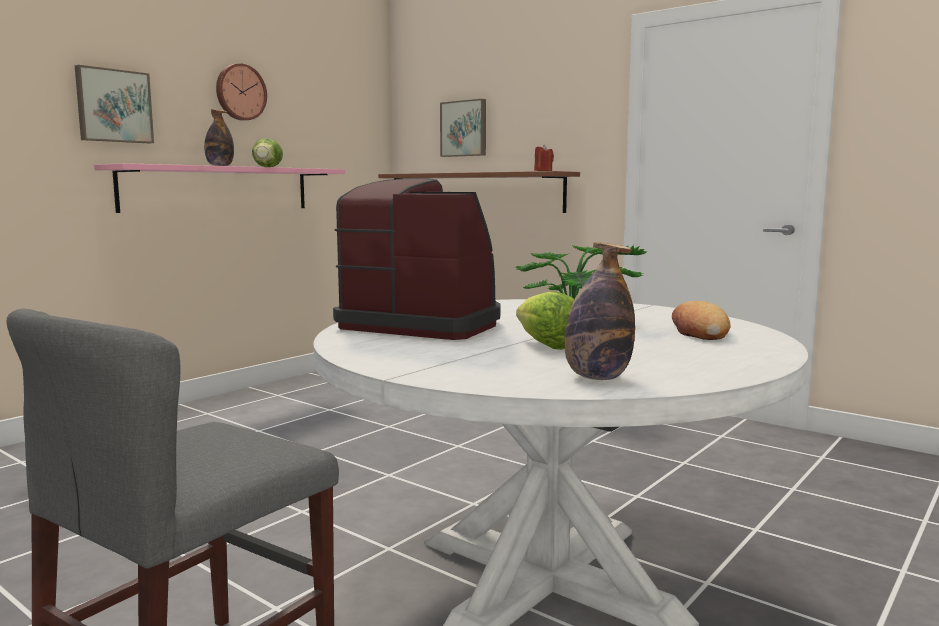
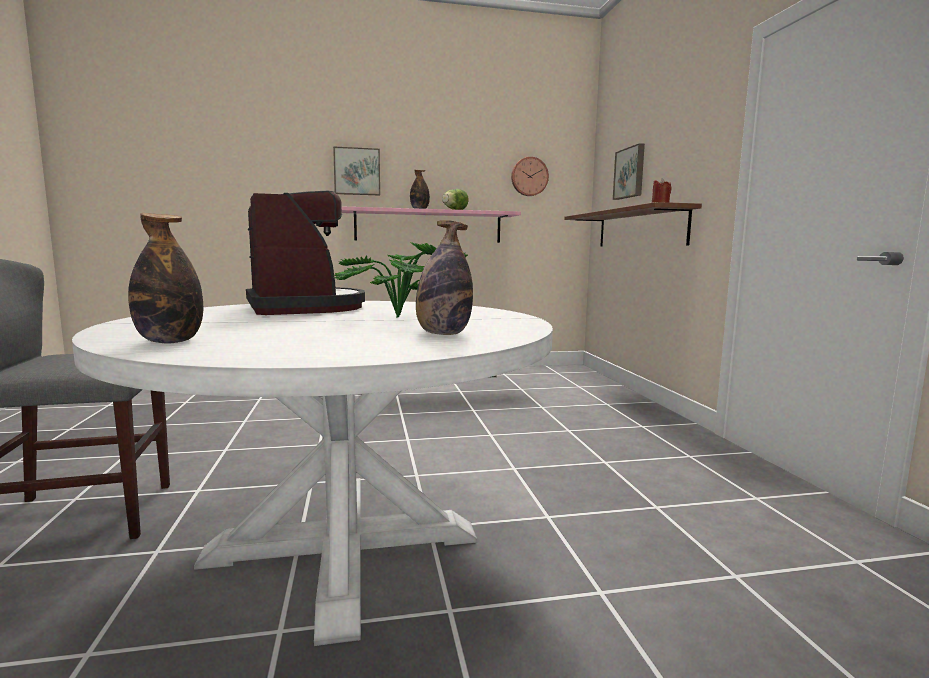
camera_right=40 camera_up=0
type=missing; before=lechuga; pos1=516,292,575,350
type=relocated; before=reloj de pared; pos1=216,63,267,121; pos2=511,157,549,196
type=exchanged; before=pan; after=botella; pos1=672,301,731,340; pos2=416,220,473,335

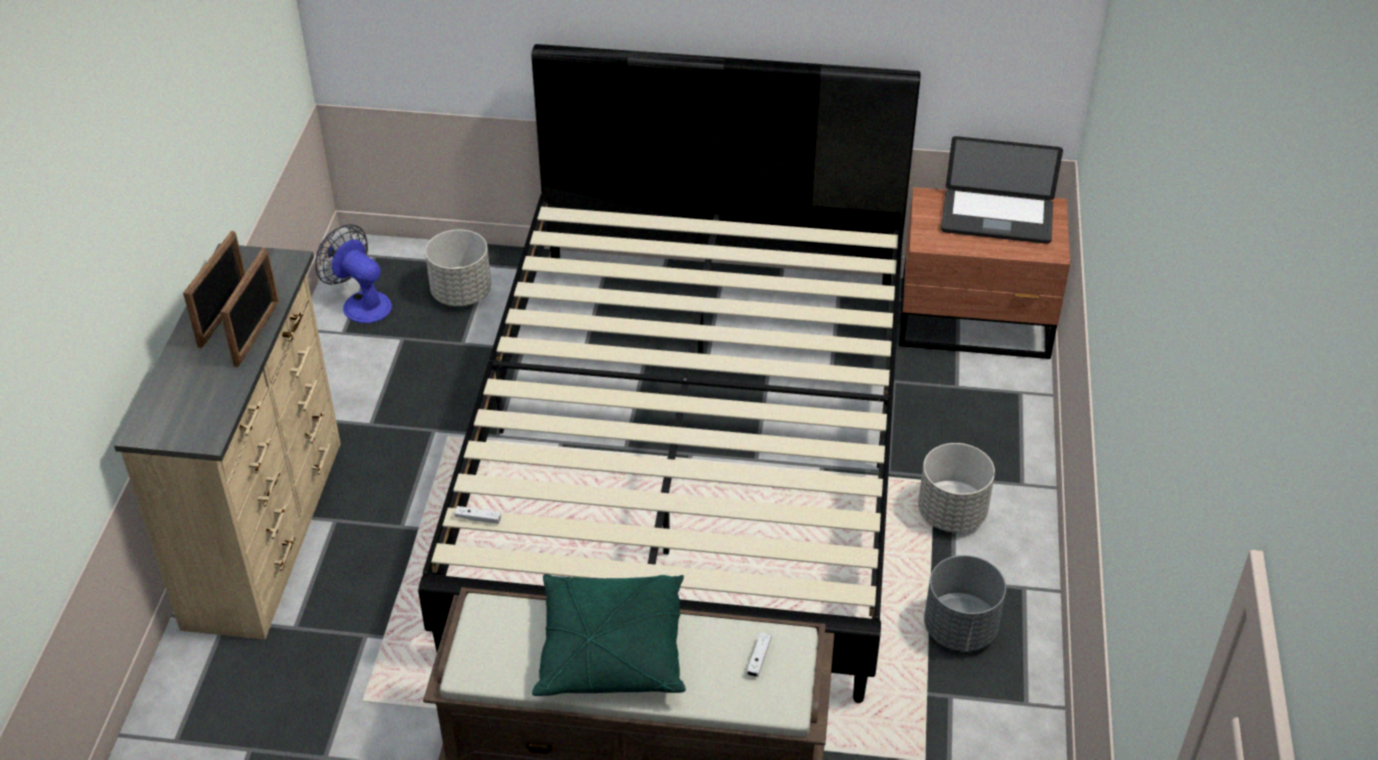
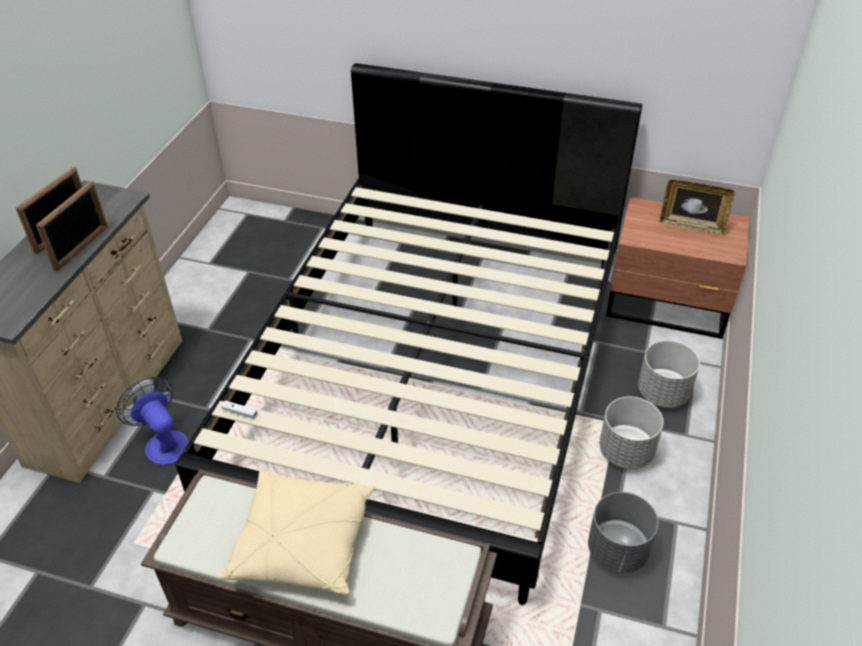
camera_right=10 camera_up=0
type=missing; before=mando de consola/blanco; pos1=746,632,772,677
type=relocated; before=ventilador; pos1=315,224,392,323; pos2=116,377,188,465
type=relocated; before=maceta/gris; pos1=425,229,491,306; pos2=638,340,700,408
type=exchanged; before=portátil; after=portarretratos; pos1=941,136,1063,244; pos2=660,180,735,236
type=colour; before=cojín/verde; after=cojín/beis; pos1=532,574,686,696; pos2=218,469,375,595

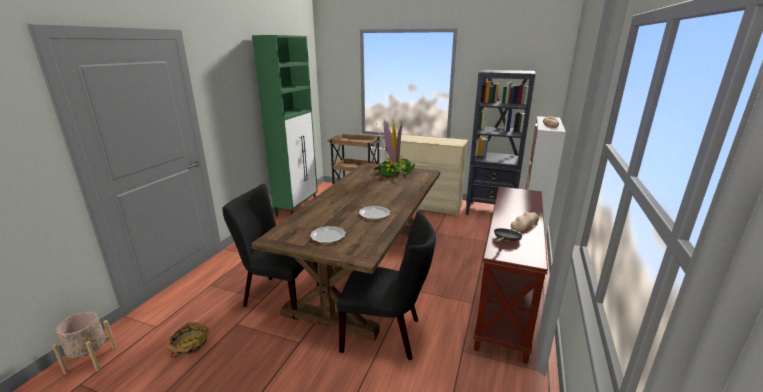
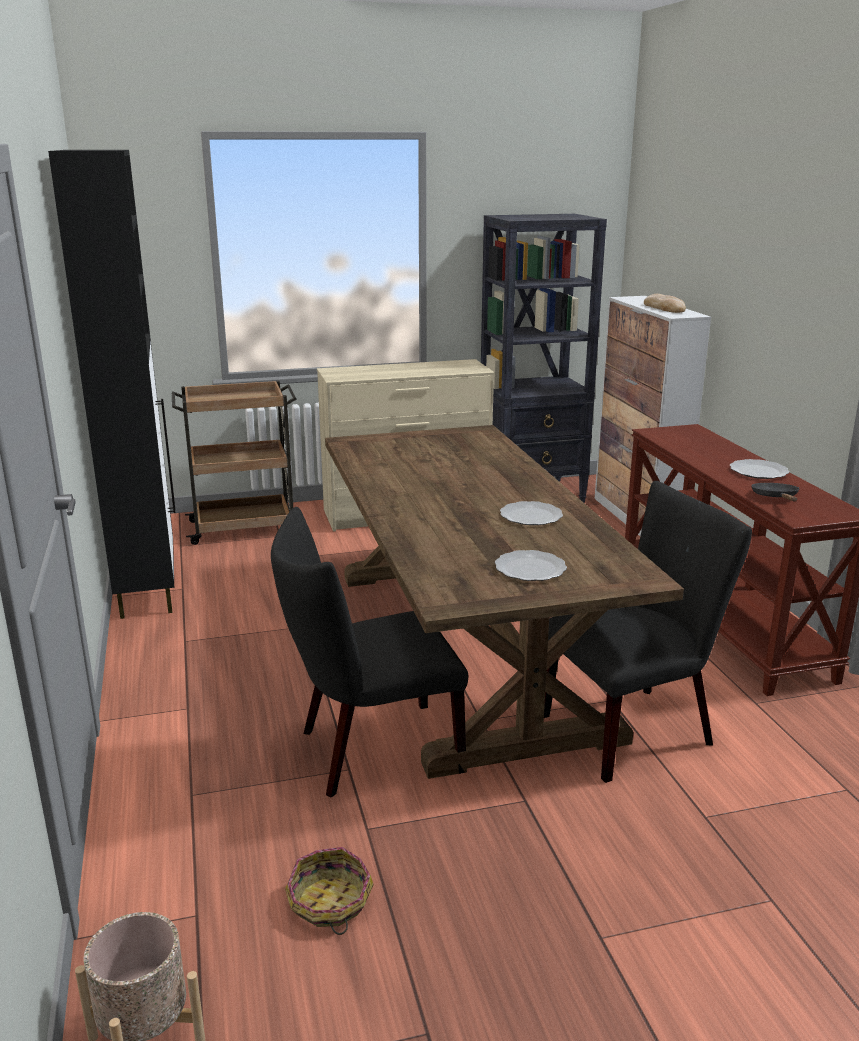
camera_right=-35 camera_up=0
type=missing; before=planta en maceta; pos1=374,118,415,177
type=exchanged; before=pan; after=plato; pos1=511,212,539,231; pos2=730,459,789,479
type=colour; before=armario/verde; after=armario/negro; pos1=252,35,318,217; pos2=48,150,176,619

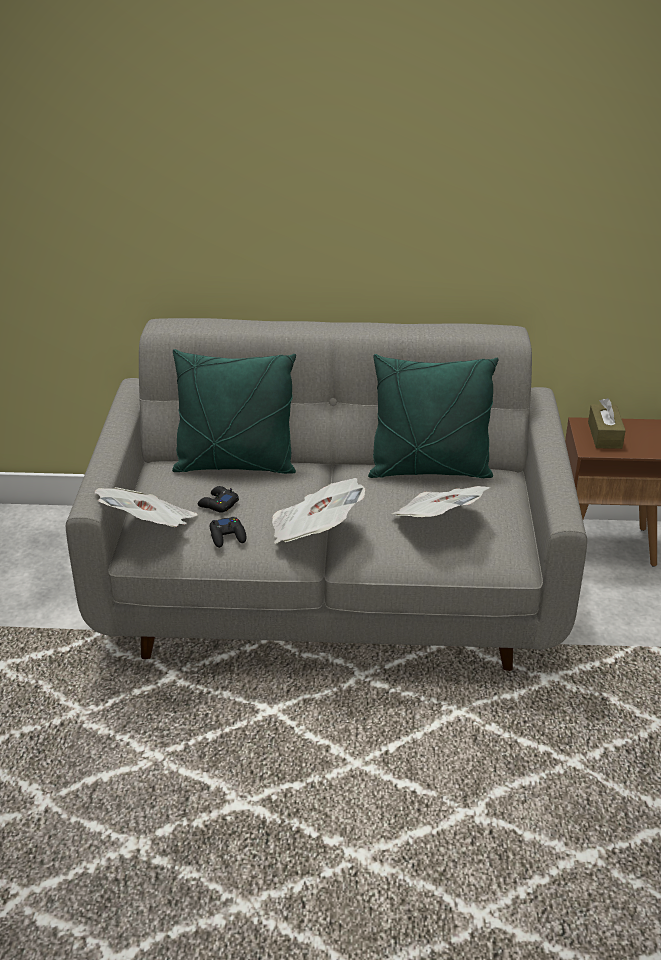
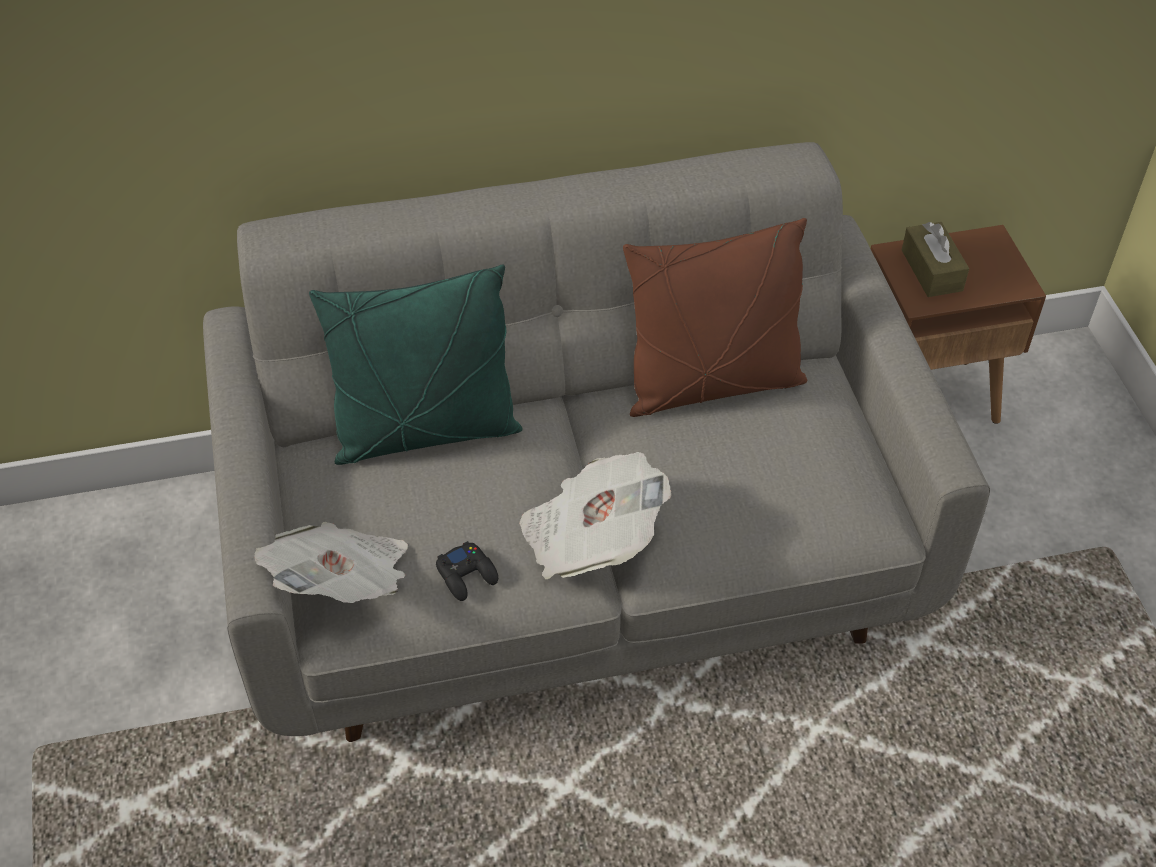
camera_right=-15 camera_up=15
type=missing; before=mando de consola/negro; pos1=198,486,239,513
type=missing; before=periódico; pos1=392,486,490,517
type=colour; before=cojín/verde; after=cojín/marrón; pos1=368,354,498,478; pos2=623,218,807,417

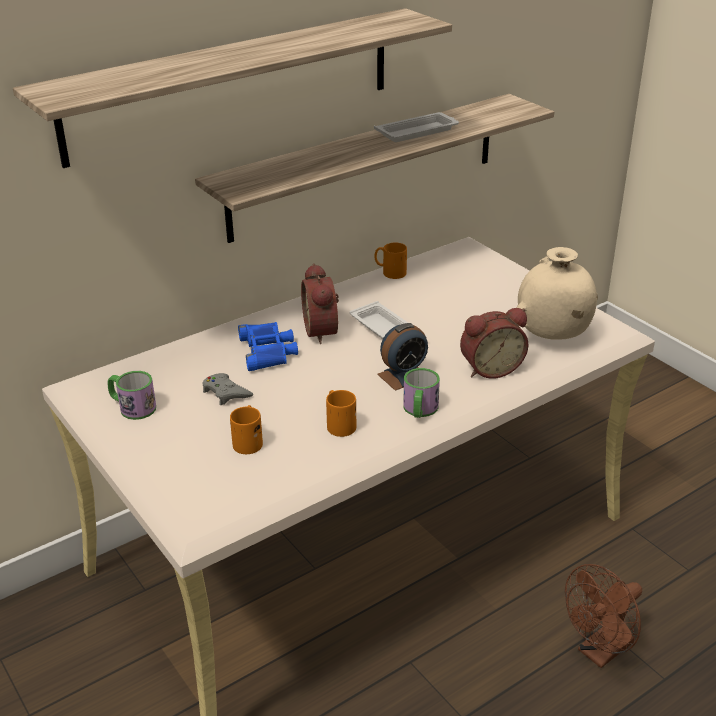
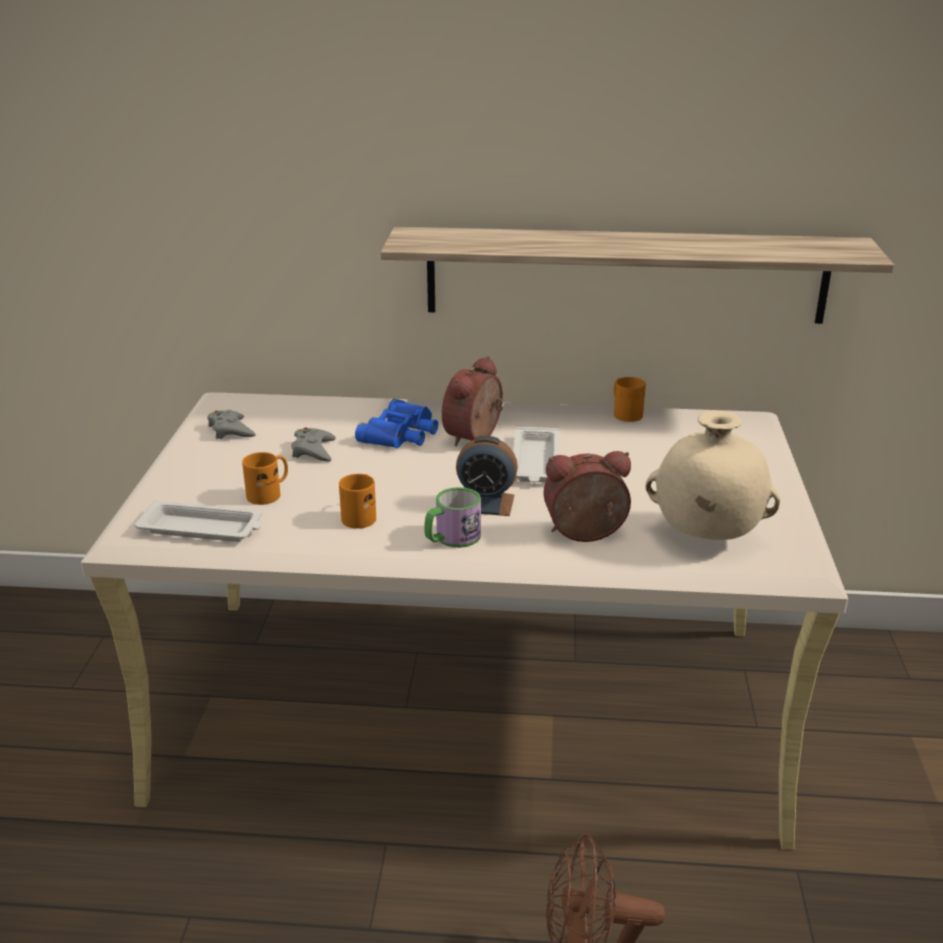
camera_right=40 camera_up=-5
type=missing; before=estante; pos1=13,8,452,168
type=relocated; before=bandeja/blanco; pos1=374,112,459,142; pos2=134,500,262,542
type=exchanged; before=taza grande; after=mando de consola/gris; pos1=108,371,156,420; pos2=207,410,255,439
type=spun; before=despertador; pos1=460,308,528,379; pos2=544,451,631,542; turn=150

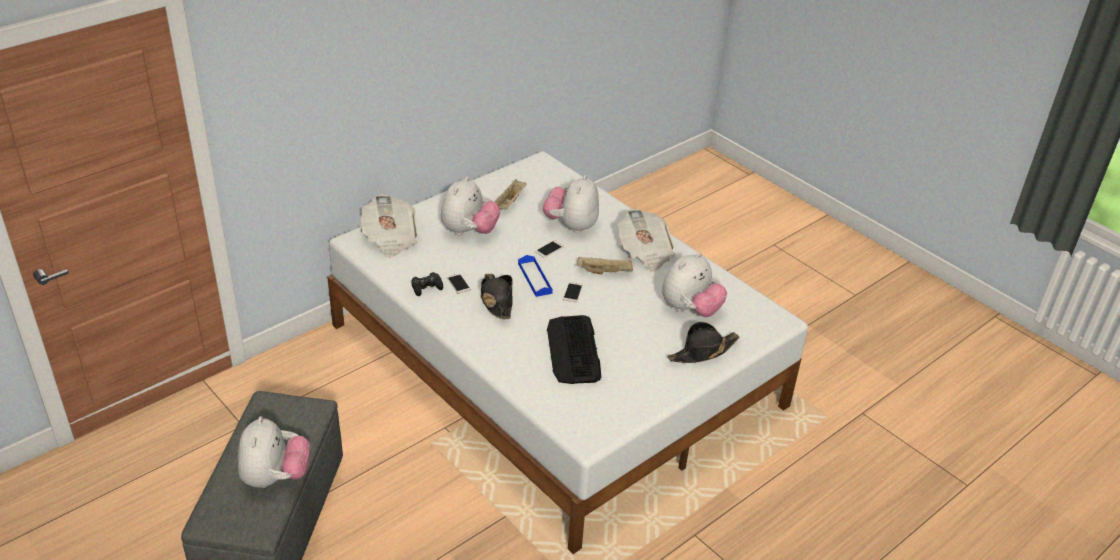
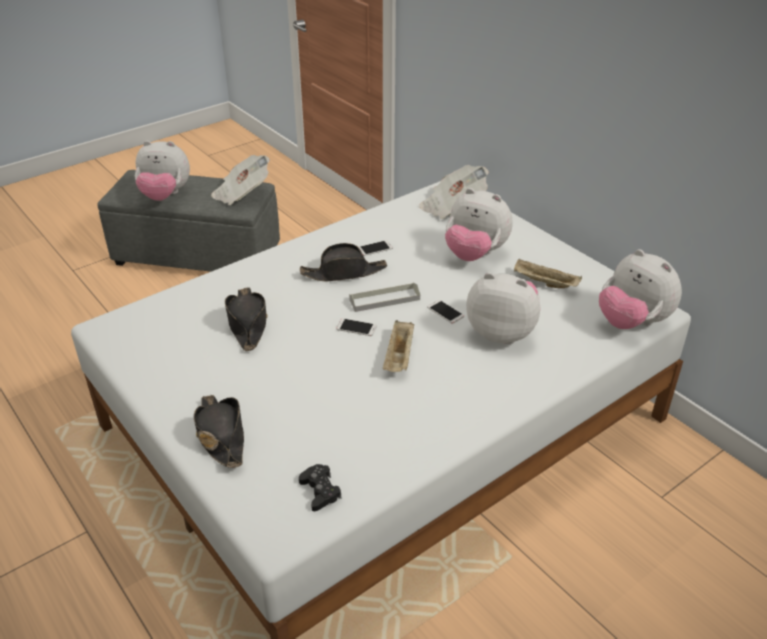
camera_right=95 camera_up=0
type=relocated; before=mando de consola/negro; pos1=412,272,443,296; pos2=299,464,341,511
type=relocated; before=periódico; pos1=618,208,676,272; pos2=211,155,270,205
type=relocated; before=peluche; pos1=662,252,727,317; pos2=599,249,682,329
type=exchanged; before=teclado; after=sombrero/negro; pos1=547,315,601,384; pos2=225,288,268,351
type=colour; before=bandeja/azul; after=bandeja/gris; pos1=518,255,553,297; pos2=349,282,420,312

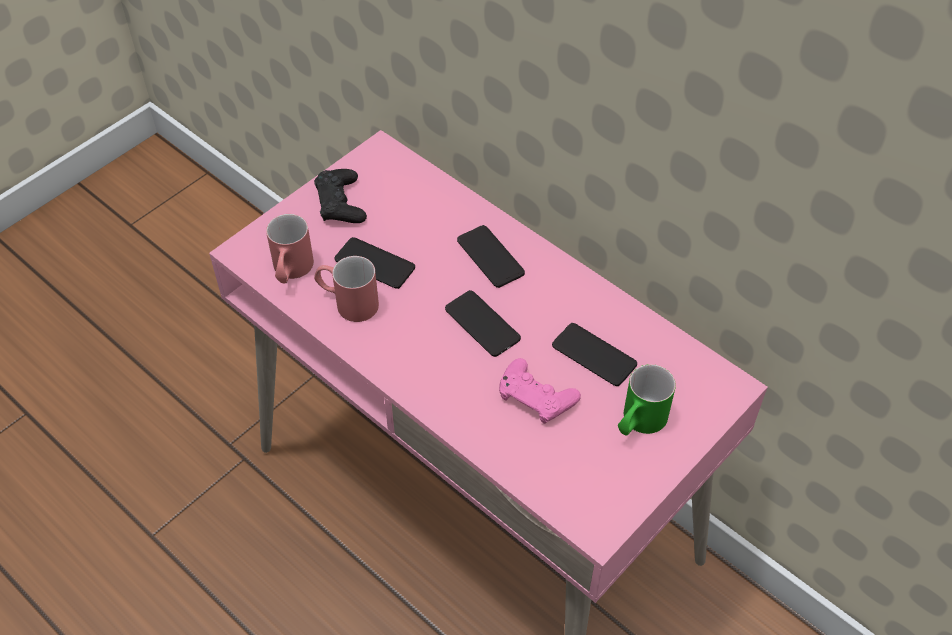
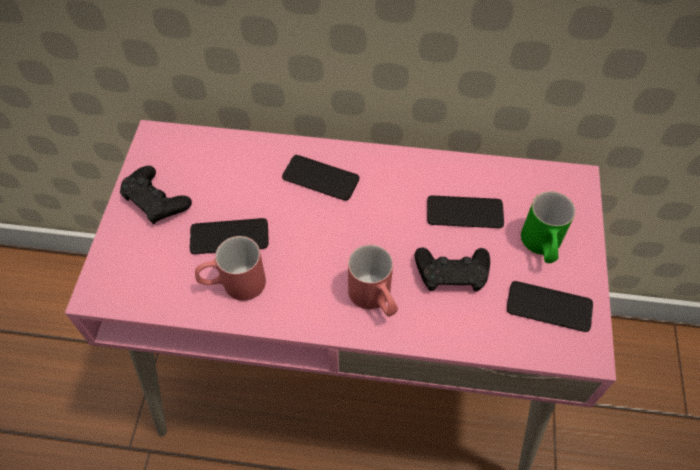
camera_right=-35 camera_up=5
type=relocated; before=taza grande/rojo; pos1=266,214,314,284; pos2=348,245,398,317
type=relocated; before=móvil; pos1=445,290,521,357; pos2=507,281,593,332
type=colour; before=mando de consola/rosa; after=mando de consola/negro; pos1=499,358,581,424; pos2=415,247,490,291

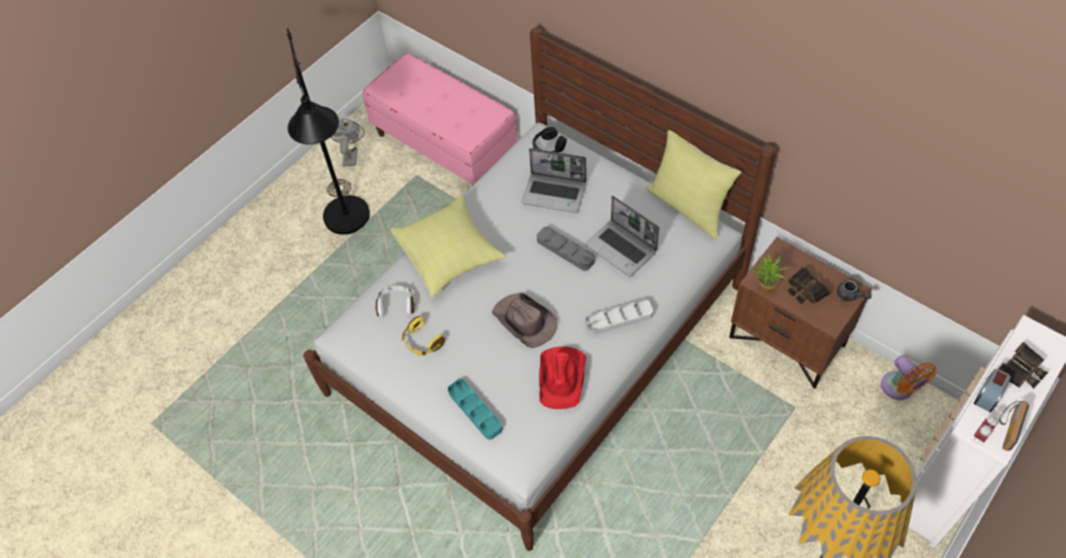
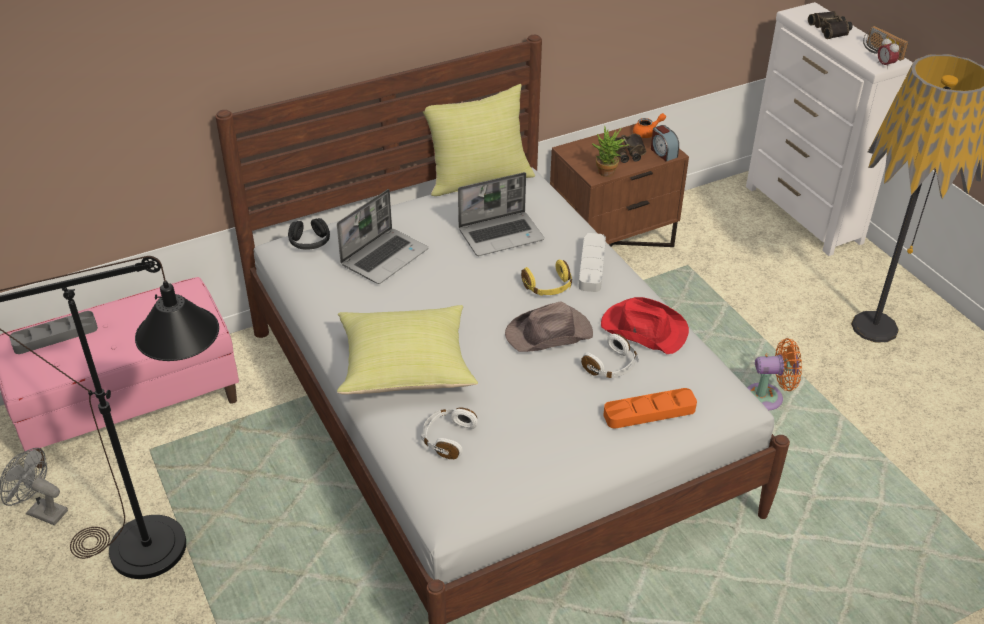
camera_right=-70 camera_up=-15
type=appeared; after=auriculares/blanco; pos2=581,333,639,378
type=relocated; before=auriculares/amarillo; pos1=401,316,445,356; pos2=521,260,572,296
type=relocated; before=bandeja/gris; pos1=537,226,595,271; pos2=9,311,98,354
type=relocated; before=ventilador/naranja; pos1=881,355,937,400; pos2=747,338,802,410
type=relocated; before=despertador; pos1=974,369,1011,413; pos2=651,125,679,161
type=colour; before=bandeja/turquesa; after=bandeja/naranja; pos1=448,379,502,440; pos2=604,388,697,429
type=colour; before=tetera/gris; after=tetera/naranja; pos1=837,280,872,301; pos2=633,113,666,138

